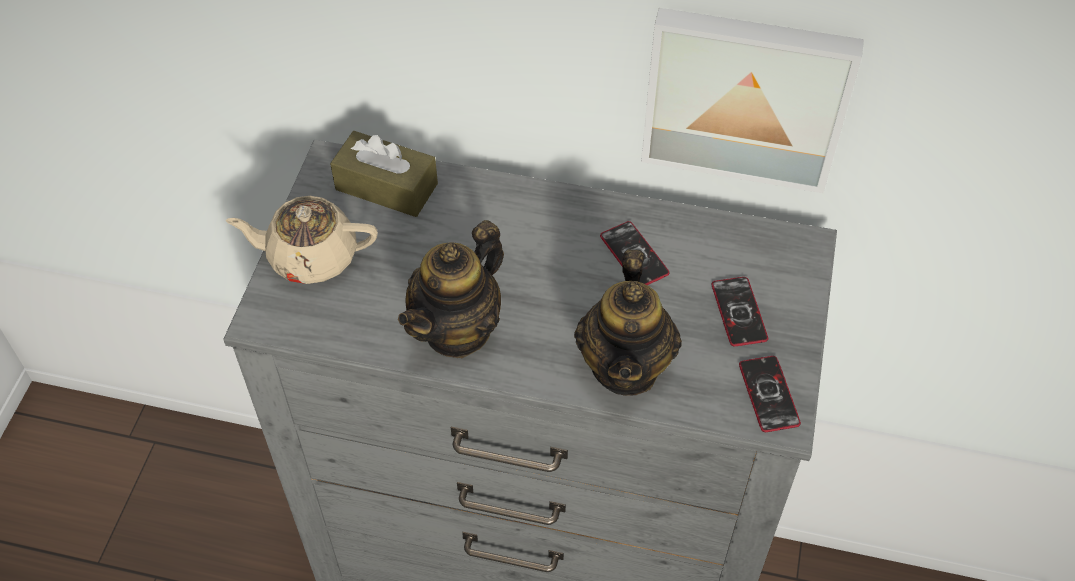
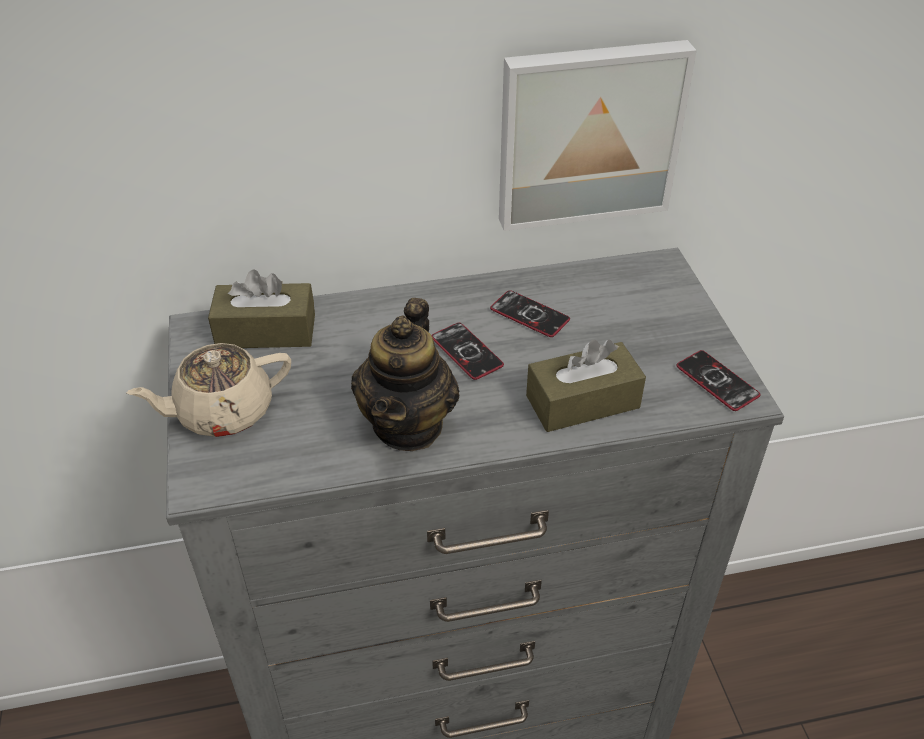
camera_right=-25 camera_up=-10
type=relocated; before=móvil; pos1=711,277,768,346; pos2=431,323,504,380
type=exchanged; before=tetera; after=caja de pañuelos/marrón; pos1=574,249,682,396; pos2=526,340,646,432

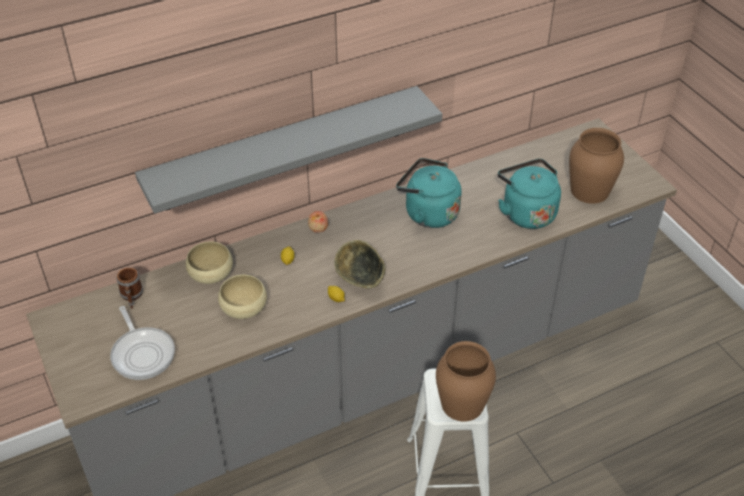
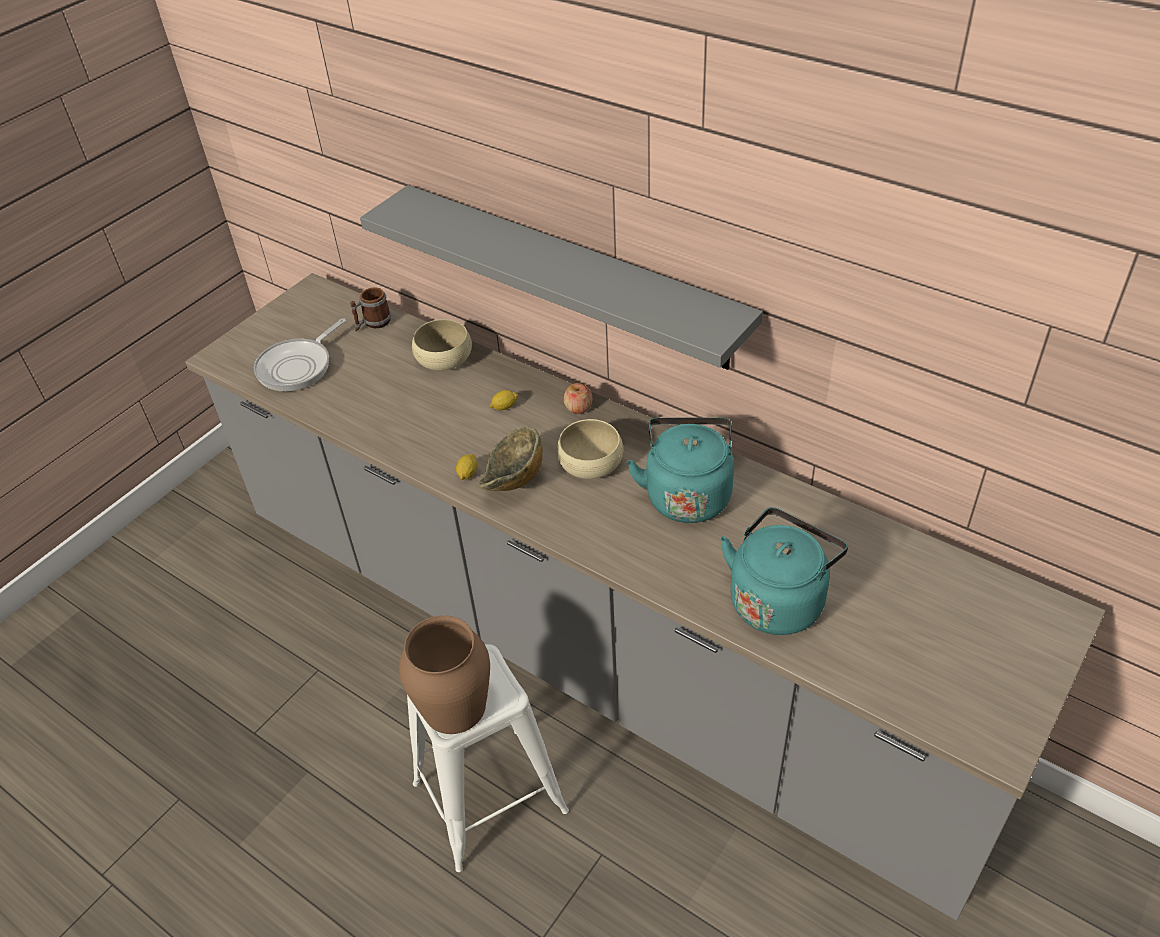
camera_right=65 camera_up=0
type=missing; before=florero/marrón; pos1=569,128,624,204
type=relocated; before=cuenco/beis; pos1=218,275,267,319; pos2=556,419,623,479

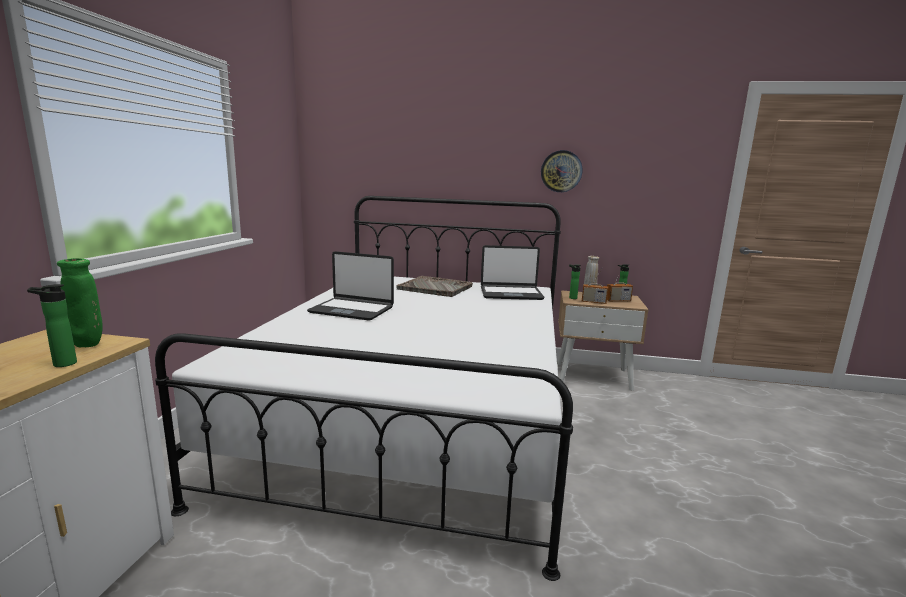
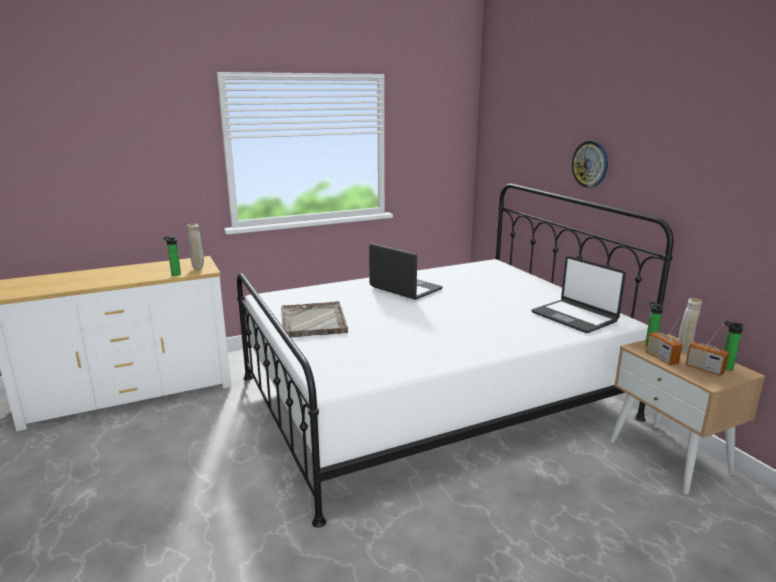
camera_right=55 camera_up=5
type=relocated; before=bandeja/gris; pos1=396,276,473,297; pos2=281,301,348,337
type=relocated; before=reloj de pared; pos1=541,150,583,192; pos2=572,141,608,188
type=colour; before=florero/verde; after=florero/beis; pos1=57,258,103,347; pos2=187,224,204,270
type=spun; before=portátil; pos1=307,251,394,321; pos2=369,243,443,300; turn=150

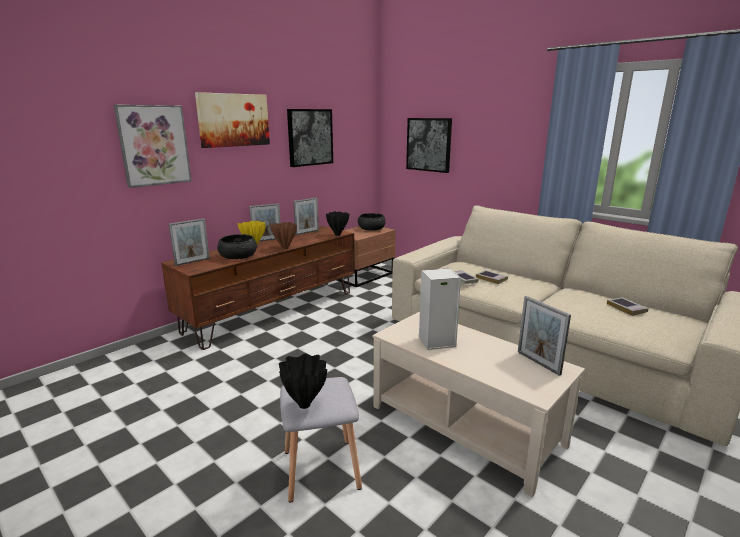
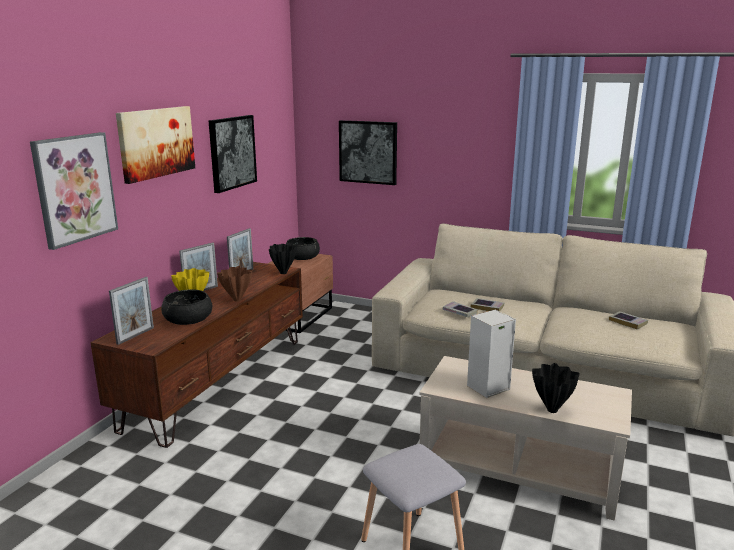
camera_right=-20 camera_up=0
type=missing; before=portarretratos; pos1=518,296,571,376
type=relocated; before=florero/negro; pos1=279,353,327,409; pos2=532,363,580,413

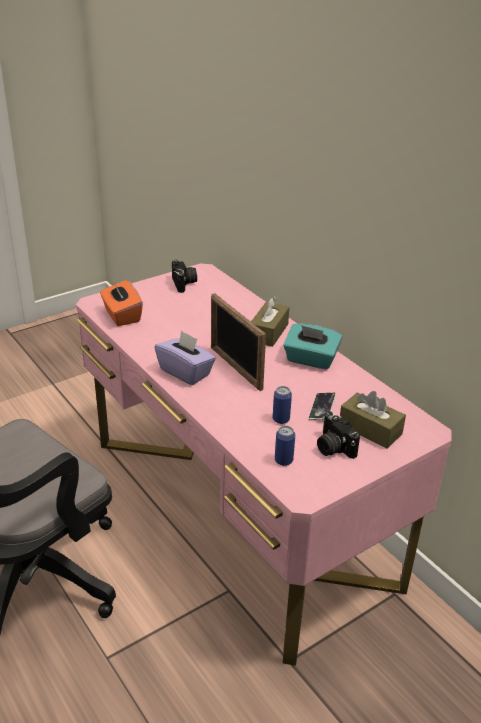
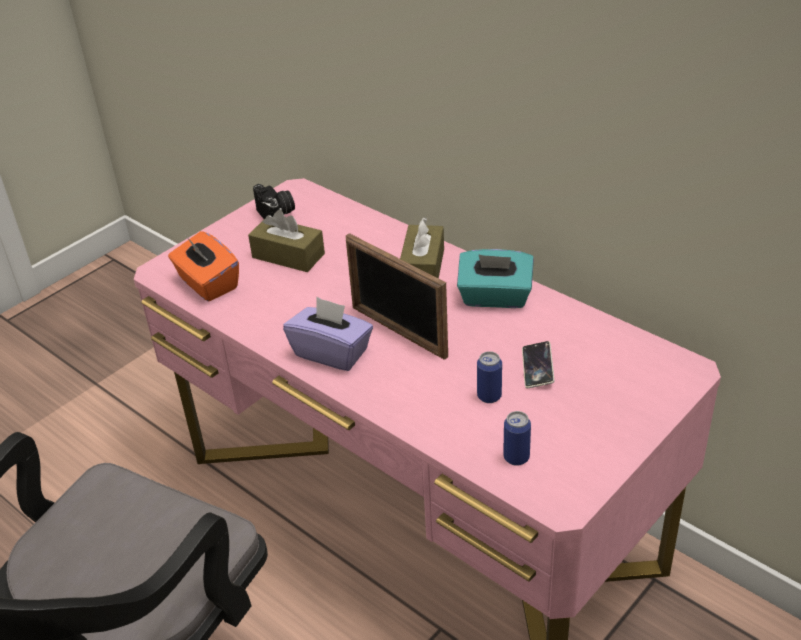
camera_right=-10 camera_up=5
type=missing; before=cámara; pos1=317,412,360,459
type=relocated; before=caja de pañuelos/marrón; pos1=340,391,406,449; pos2=248,210,325,272

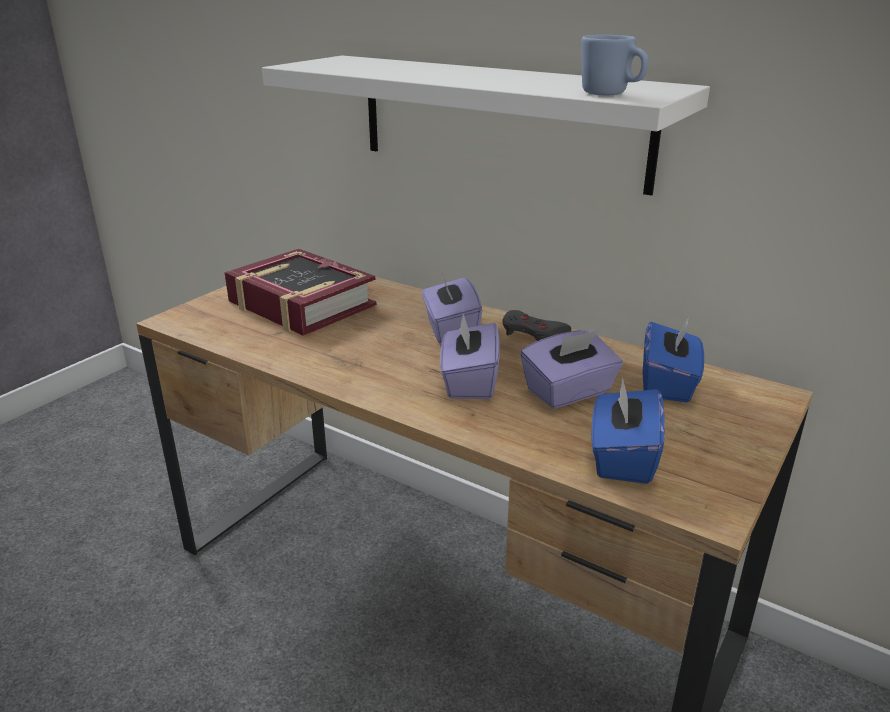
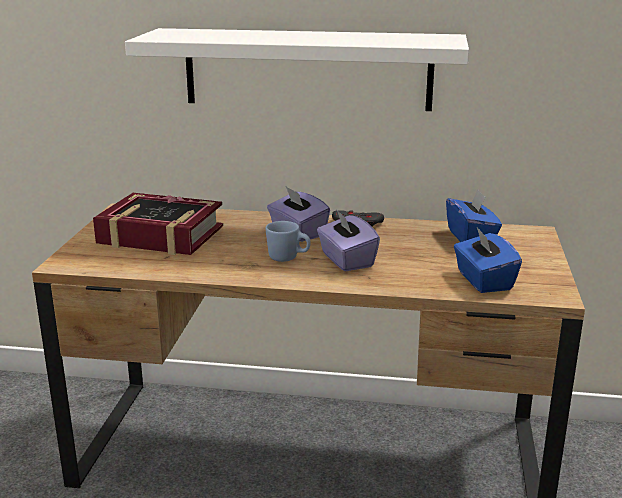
camera_right=-25 camera_up=-5
type=missing; before=caja de pañuelos/morado; pos1=520,330,623,408
type=relocated; before=taza grande/azul; pos1=581,35,649,95; pos2=266,221,311,262

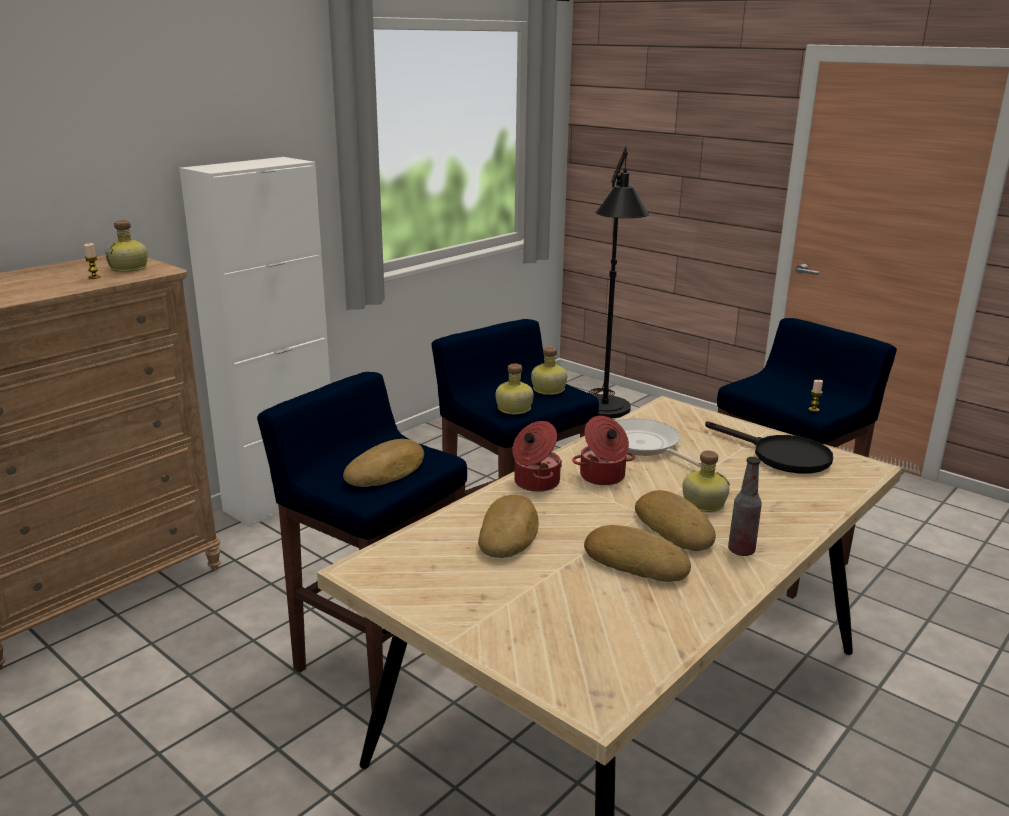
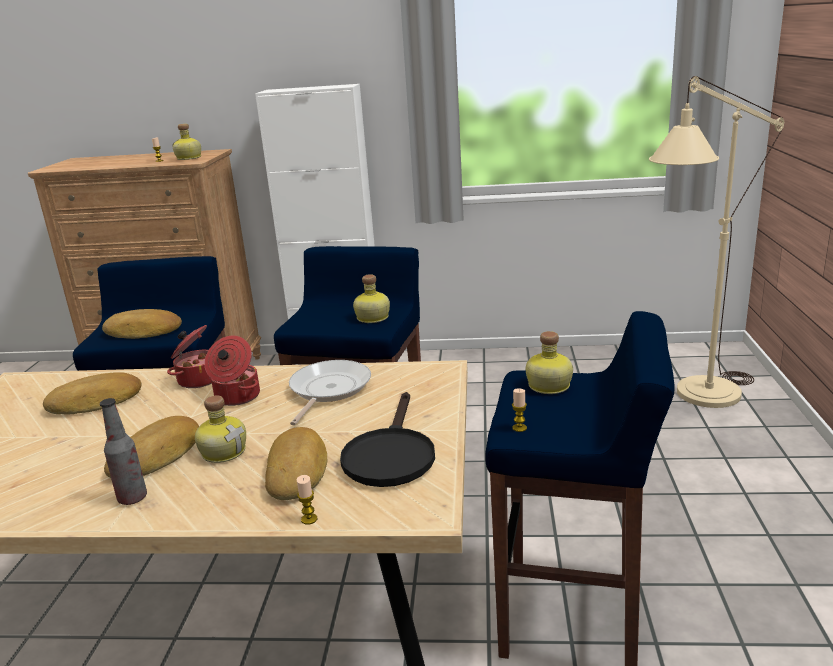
camera_right=55 camera_up=0
type=appeared; after=vela; pos2=297,475,318,525
type=relocated; before=botella; pos1=495,364,534,414; pos2=526,331,573,394
type=relocated; before=pan; pos1=584,525,691,582; pos2=265,427,327,500
type=colour; before=lámpara de pie/negro; after=lámpara de pie/beis; pos1=589,146,650,418; pos2=649,76,784,408

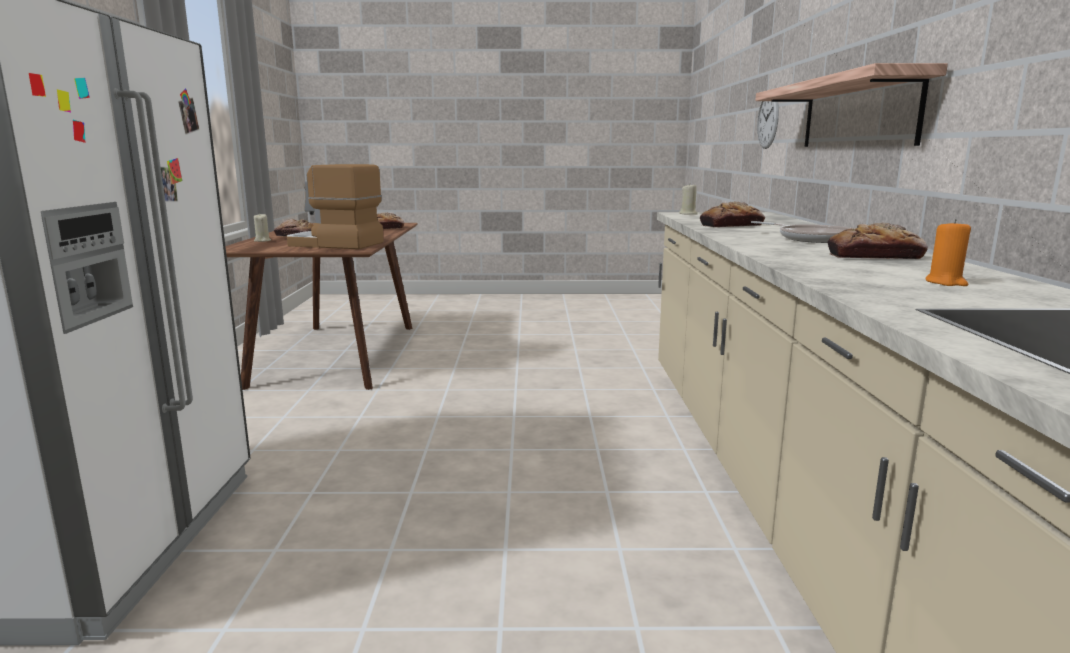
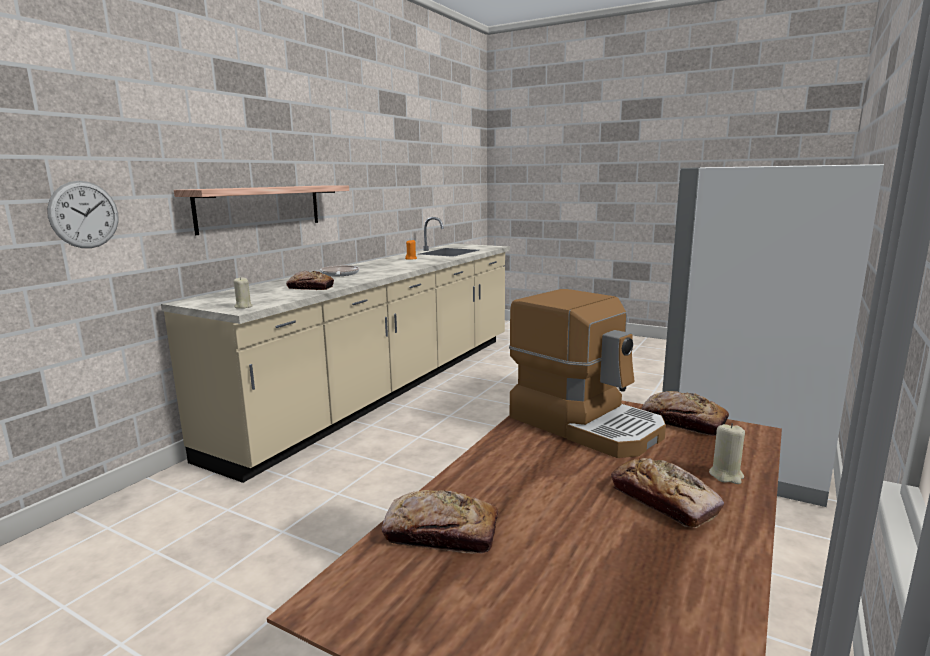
camera_right=-150 camera_up=0
type=relocated; before=pan; pos1=828,223,928,259; pos2=642,391,729,436

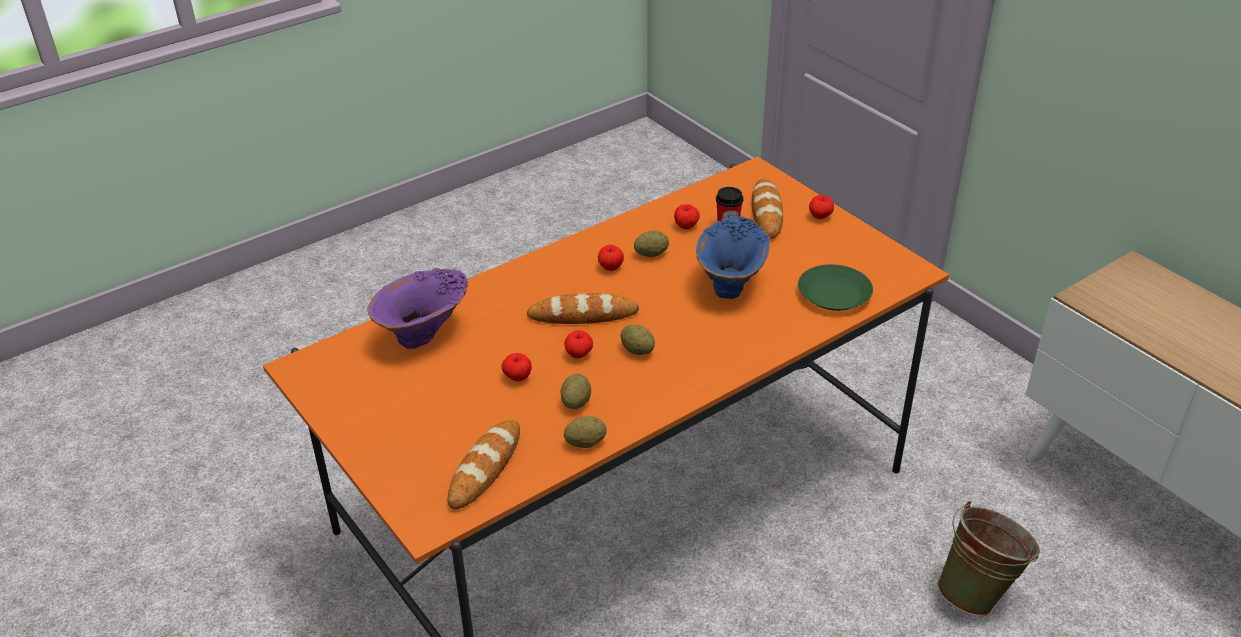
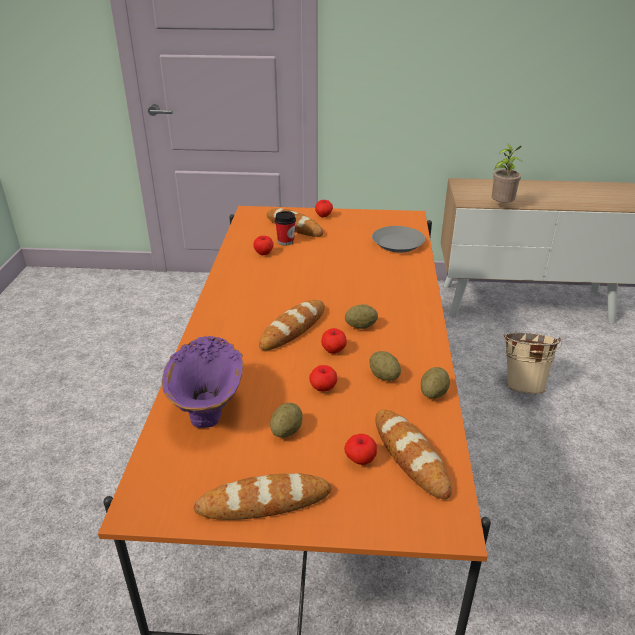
camera_right=-50 camera_up=-5
type=missing; before=florero/azul; pos1=696,216,770,299
type=appeared; after=pan; pos2=194,473,331,520
type=appeared; after=planta en maceta; pos2=492,143,523,203
type=relocated; before=manzana; pos1=598,245,624,271; pos2=344,434,377,465
type=relocated; before=patata; pos1=634,230,669,257; pos2=270,403,303,438
type=colour; before=plato/verde; after=plato/gris; pos1=798,264,873,311; pos2=372,226,425,252
type=colour; before=cubo/verde; after=cubo/beis; pos1=937,501,1040,617; pos2=503,333,562,394

